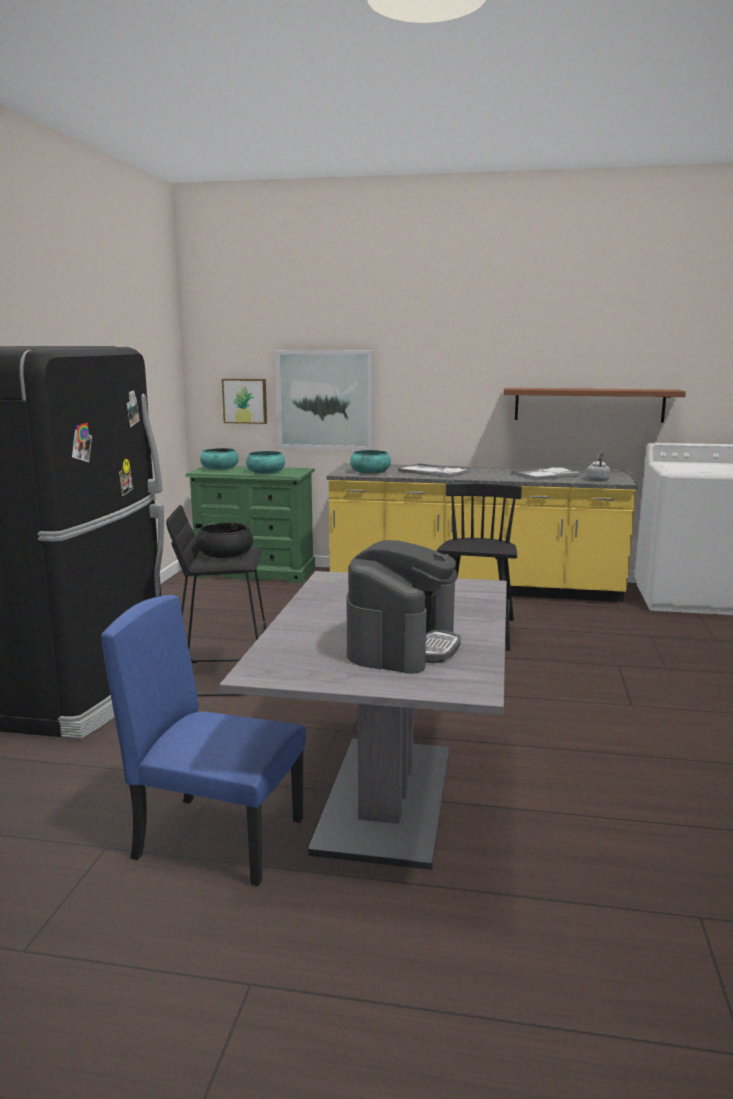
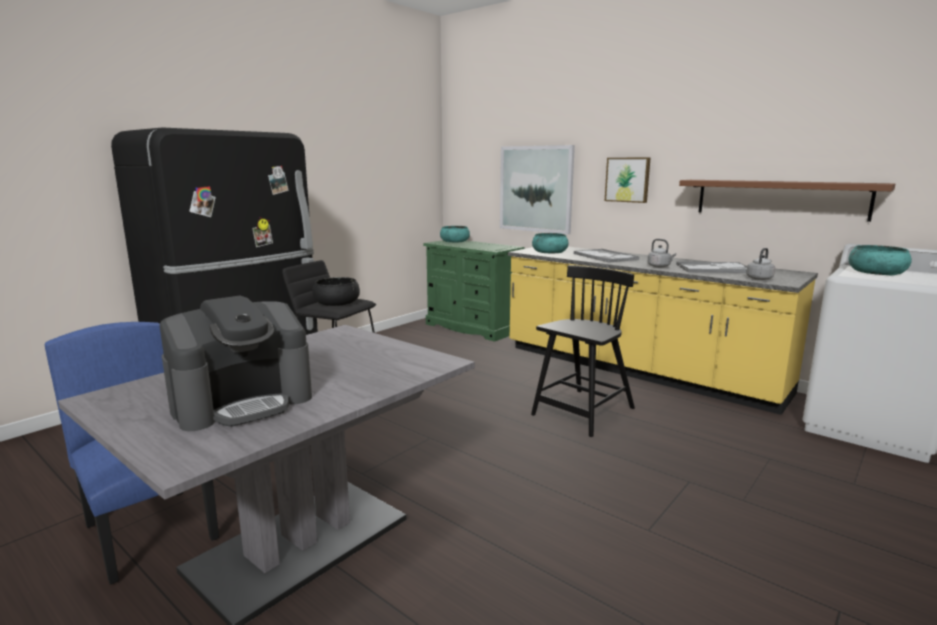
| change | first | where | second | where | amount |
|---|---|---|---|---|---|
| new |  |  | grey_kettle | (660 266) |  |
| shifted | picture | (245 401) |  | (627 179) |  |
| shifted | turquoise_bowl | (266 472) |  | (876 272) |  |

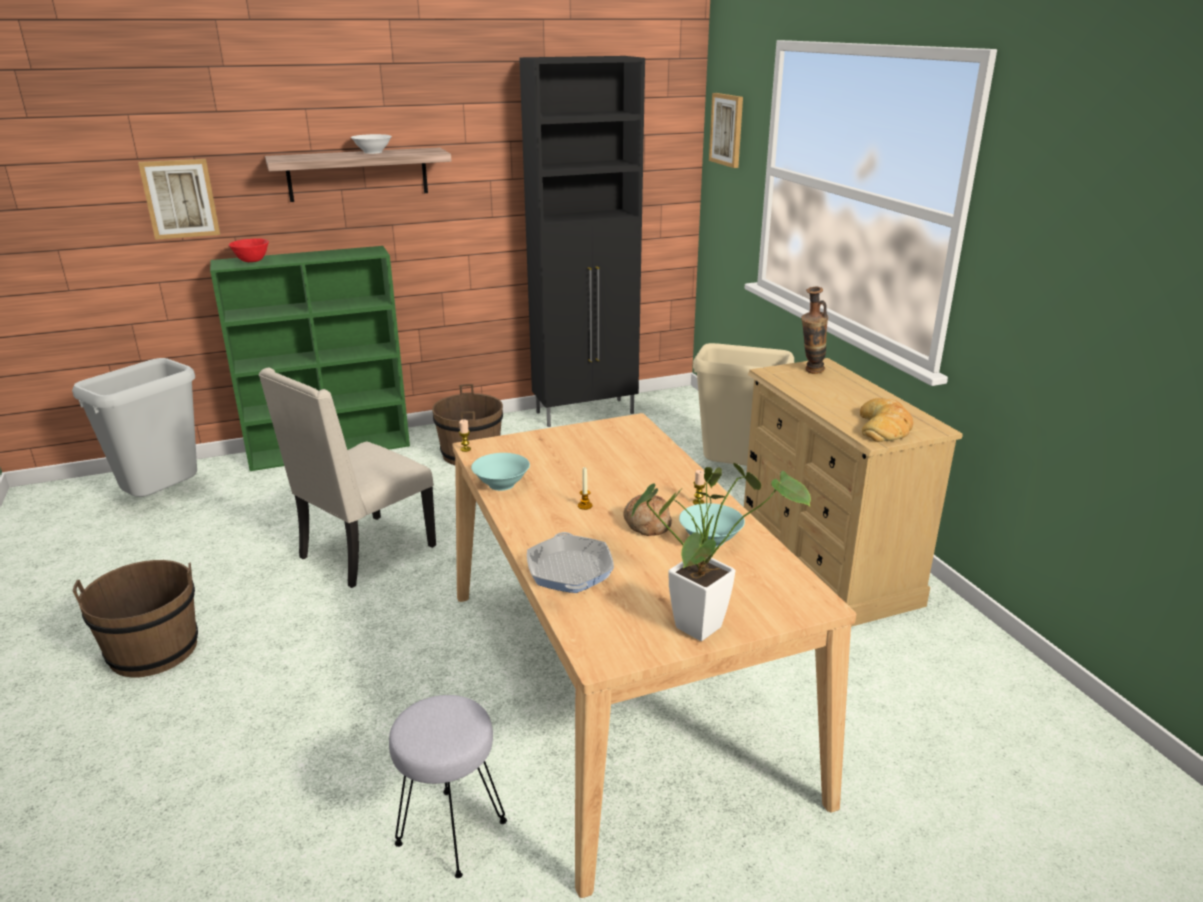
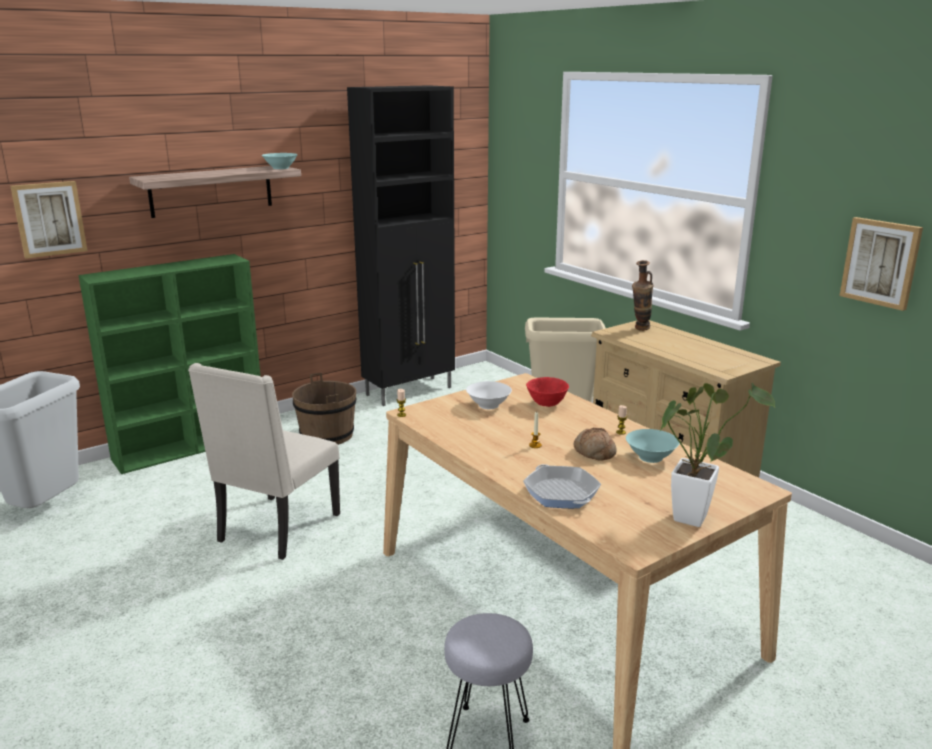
| change | first | where | second | where | amount |
|---|---|---|---|---|---|
| gone | brown_bucket | (153 650) |  |  |  |
| gone | bread | (884 427) |  |  |  |
| shifted | red_bowl | (251 261) |  | (546 404) |  |
| shifted | white_bowl | (372 152) |  | (488 405) |  |
| shifted | turquoise_bowl | (502 484) |  | (281 168) |  |
| shifted | picture | (727 130) |  | (880 262) |  |

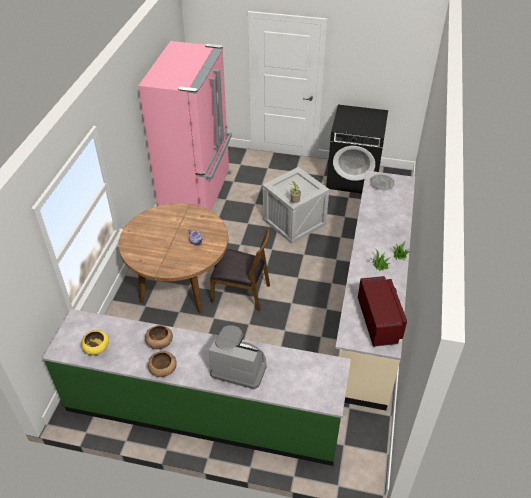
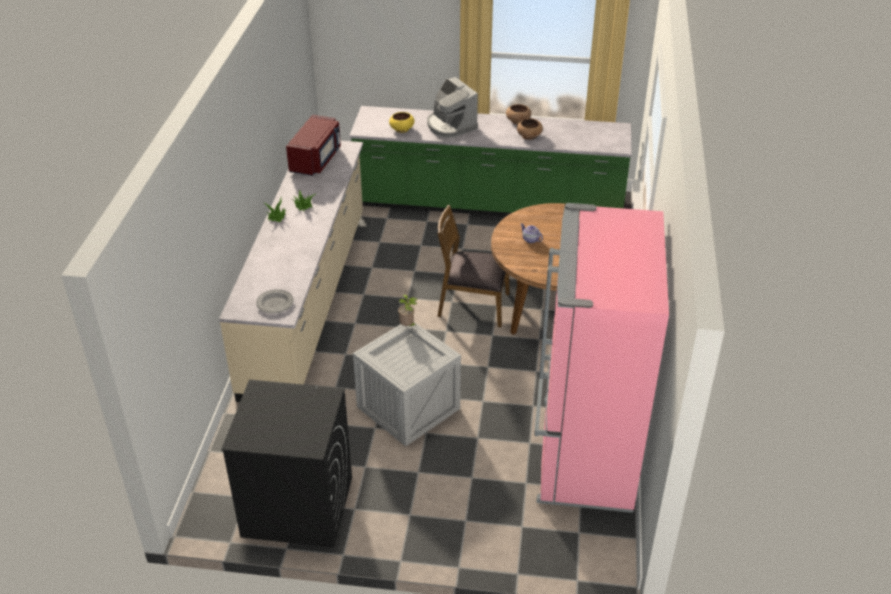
| change | first | where | second | where | amount |
|---|---|---|---|---|---|
| shifted | yellow_bowl | (97 348) |  | (401 129) |  |
| rotated | coffee_machine | (239 366) |  | (450 126) | 45 degrees clockwise |
| rotated | red_microwave | (379 321) |  | (316 160) | 150 degrees counterclockwise |

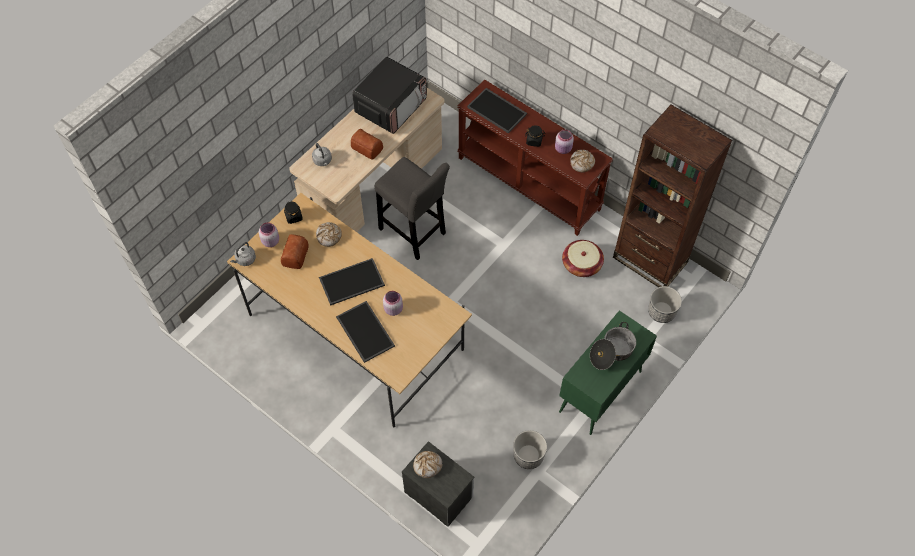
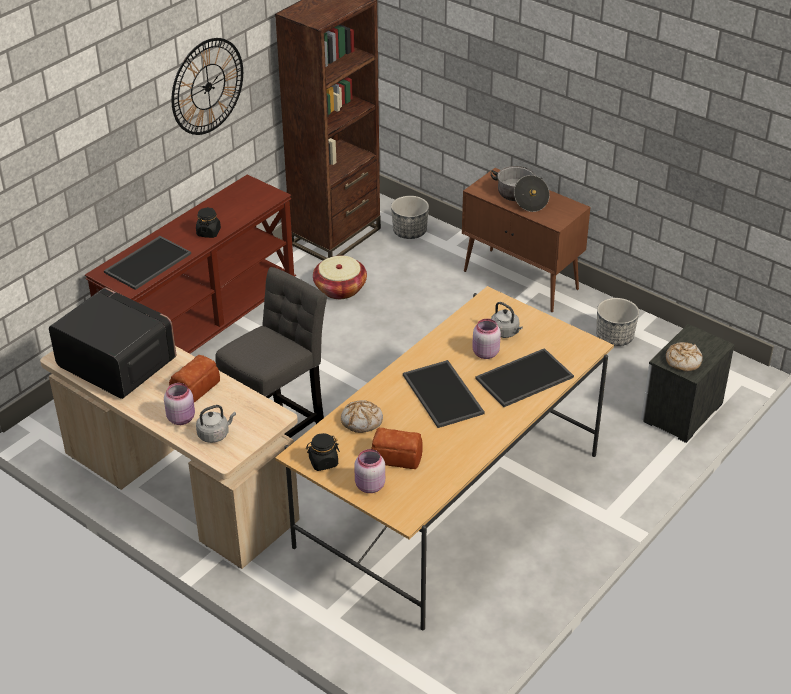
| change | first | where | second | where | amount |
|---|---|---|---|---|---|
| gone | bread | (582 163) |  |  |  |
| new |  |  | wall_clock | (207 86) |  |
| shifted | grey_kettle | (245 260) |  | (505 332) |  |
| shifted | pink_jar | (563 149) |  | (182 418) |  |
| repainted | green_cabinet | (600 392) | brown_cabinet | (521 280) |  |

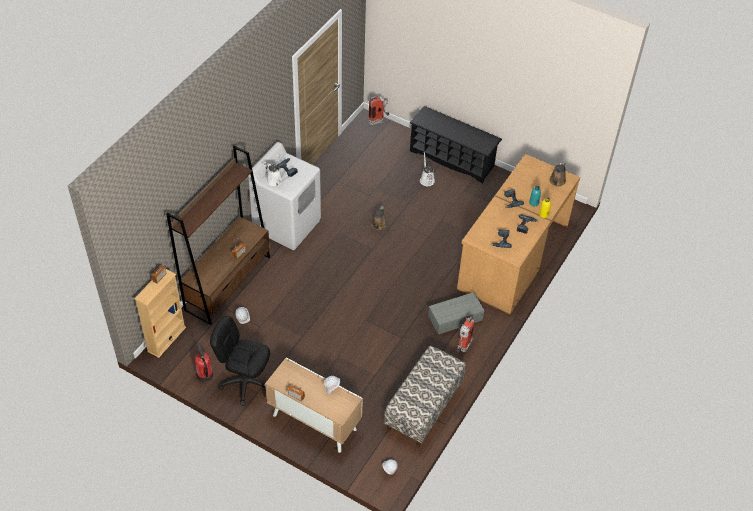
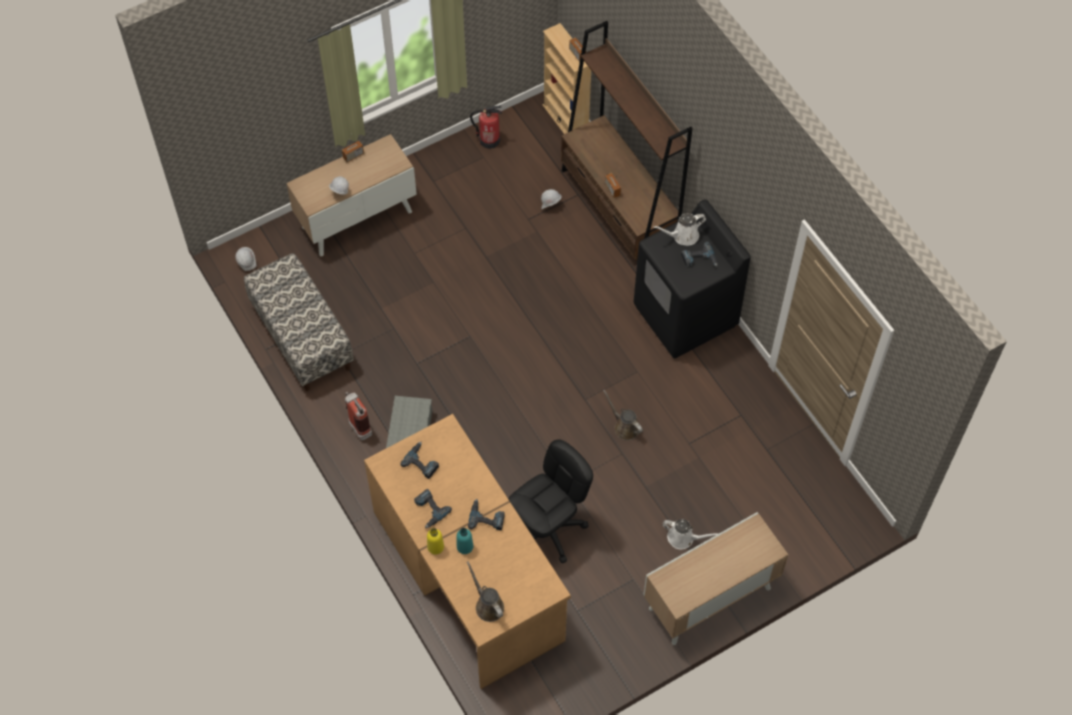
| change | first | where | second | where | amount |
|---|---|---|---|---|---|
| gone | fire_extinguisher | (378 121) |  |  |  |
| shifted | black_office_chair | (245 382) |  | (548 529) |  |
| swapped | black_shoe_rack | (452 159) | cabinet | (709 599) |  |
| repainted | white_washing_machine | (287 225) | black_washing_machine | (685 316) |  |

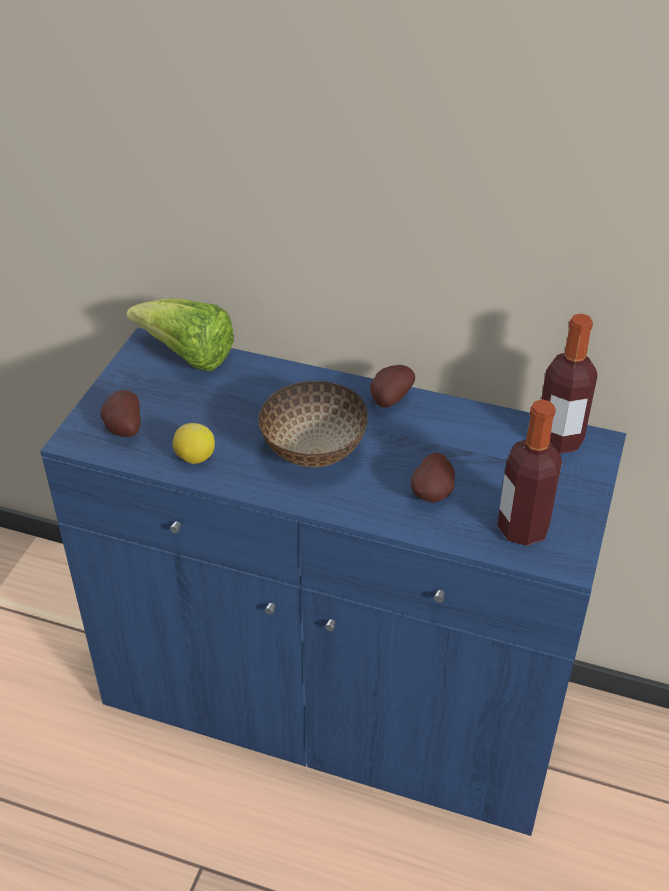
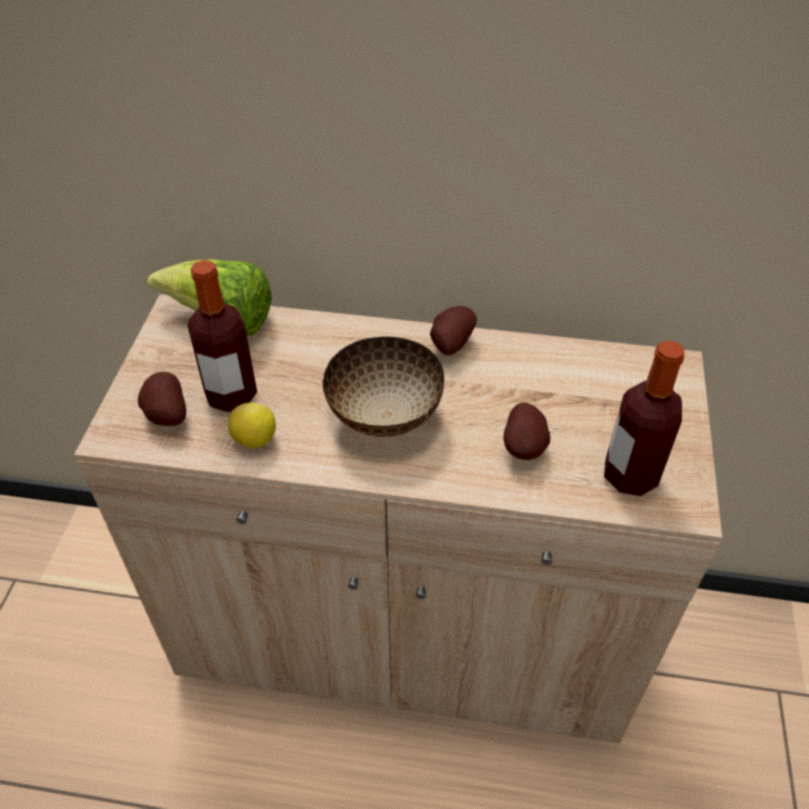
| change | first | where | second | where | amount |
|---|---|---|---|---|---|
| shifted | bottle | (559 440) |  | (231 395) |  |
| repainted | blue_cabinet | (335 701) | beige_cabinet | (404 633) |  |

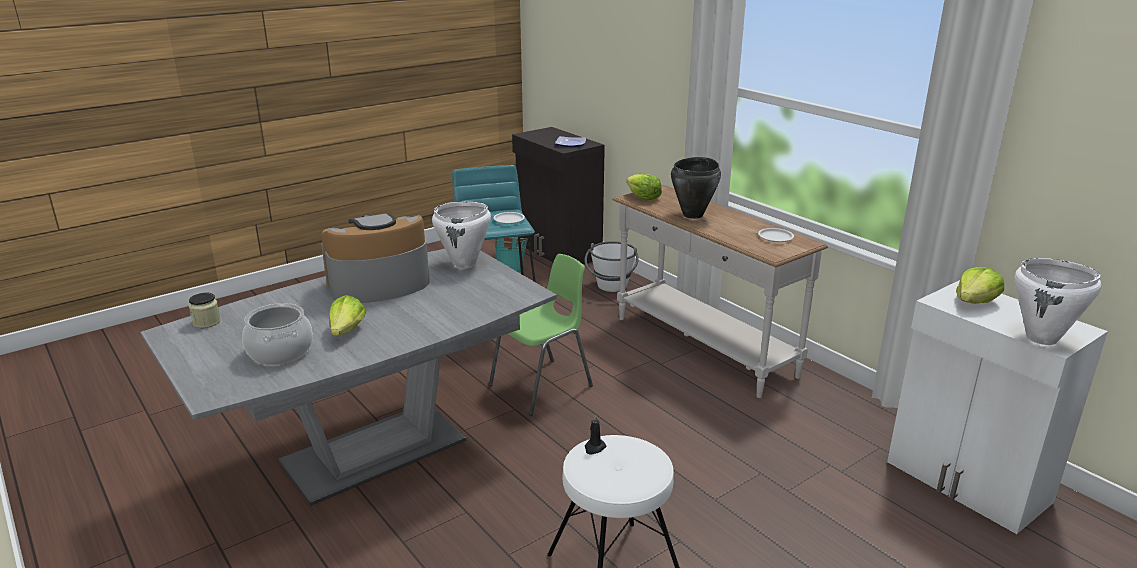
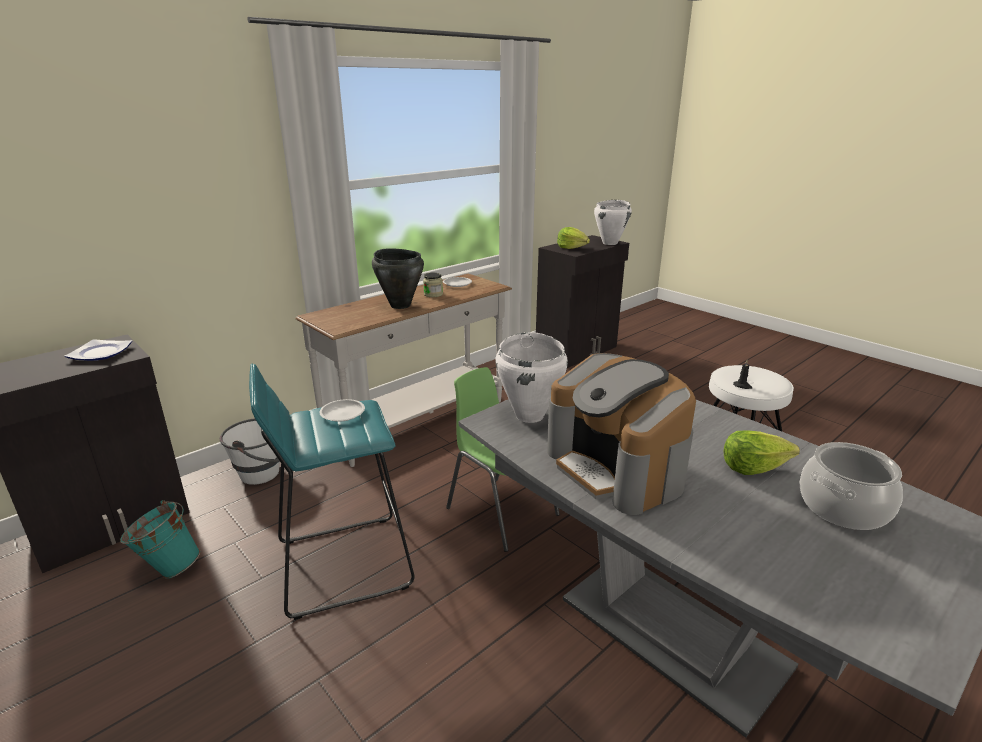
| change | first | where | second | where | amount |
|---|---|---|---|---|---|
| gone | lettuce | (643 197) |  |  |  |
| shifted | jar | (206 322) |  | (433 294) |  |
| repainted | white_cabinet | (967 483) | black_cabinet | (577 351) |  |

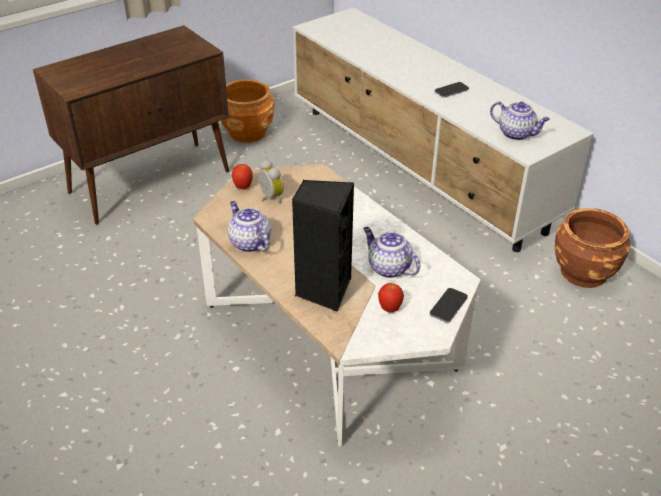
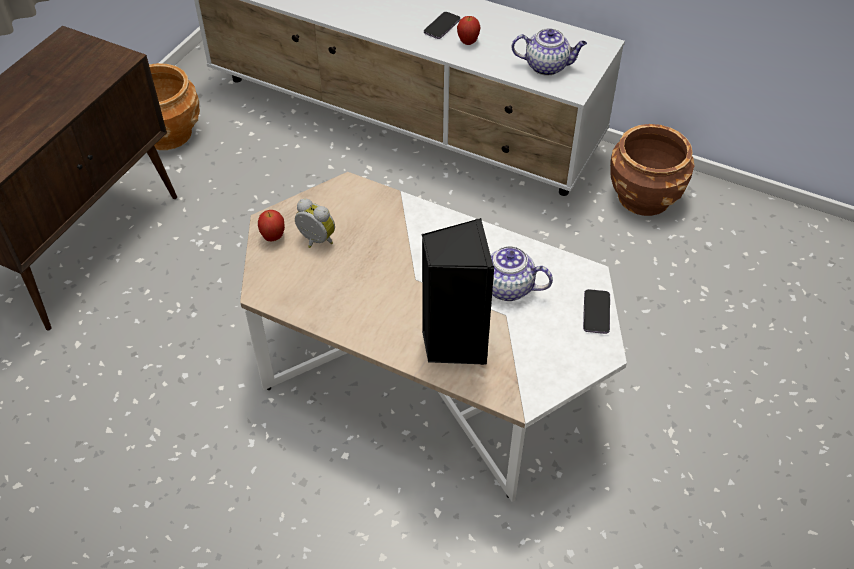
| change | first | where | second | where | amount |
|---|---|---|---|---|---|
| gone | teapot | (249 243) |  |  |  |
| shifted | apple | (389 309) |  | (468 42) |  |

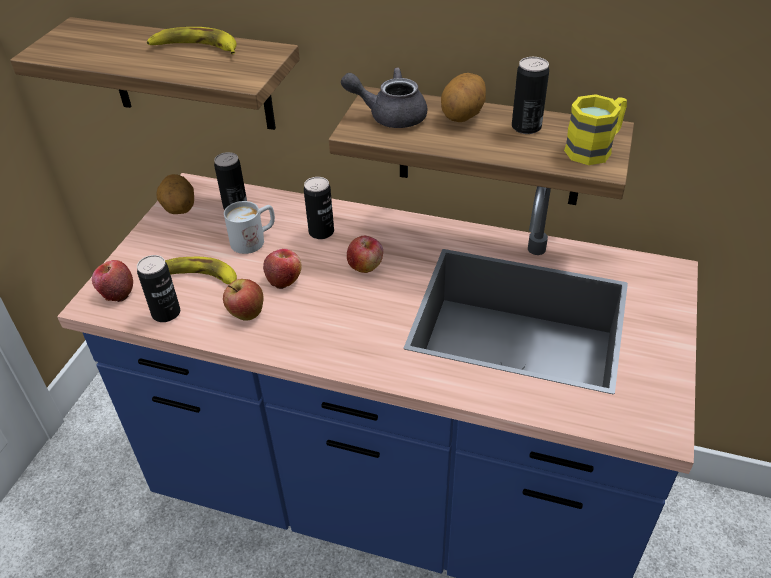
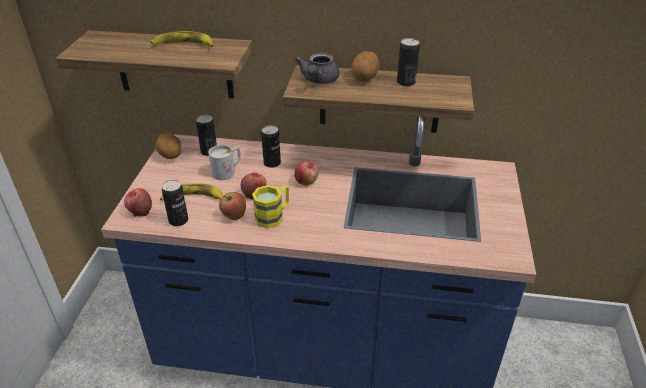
| change | first | where | second | where | amount |
|---|---|---|---|---|---|
| shifted | yellow_mug | (595 148) |  | (273 216) |  |
| rotated | grey_teapot | (390 115) |  | (318 80) | 75 degrees counterclockwise |

